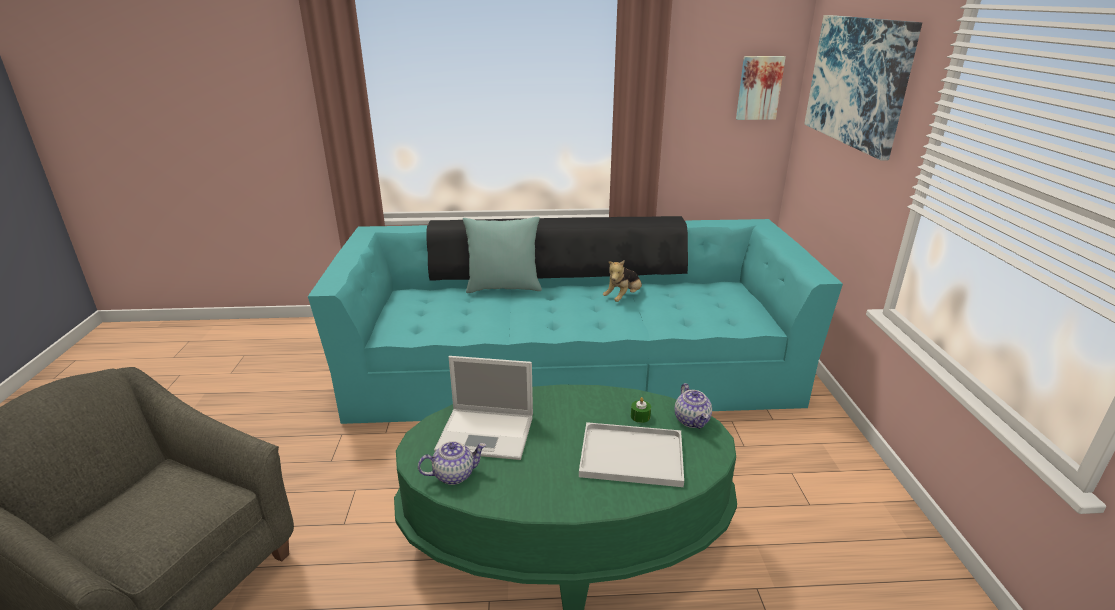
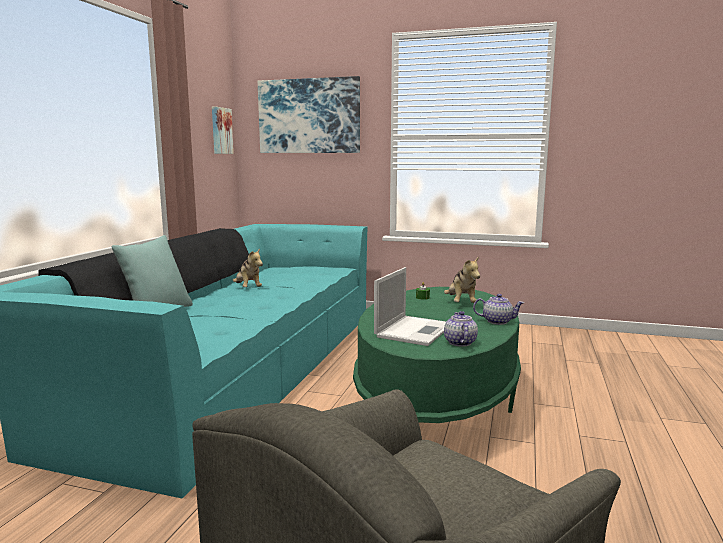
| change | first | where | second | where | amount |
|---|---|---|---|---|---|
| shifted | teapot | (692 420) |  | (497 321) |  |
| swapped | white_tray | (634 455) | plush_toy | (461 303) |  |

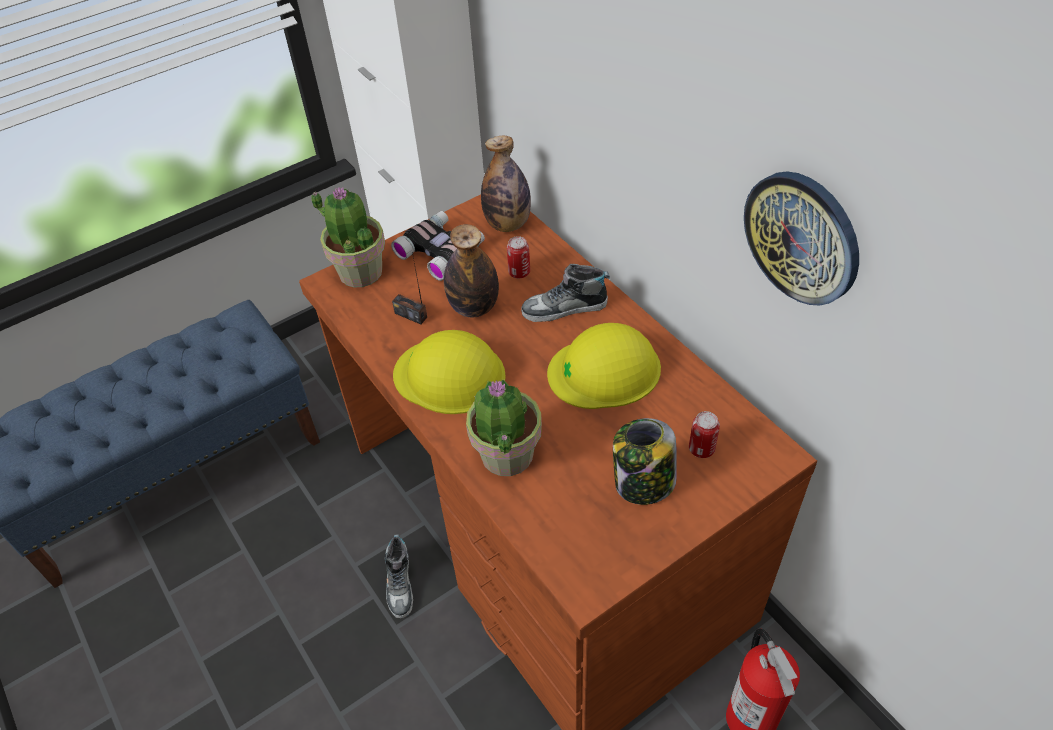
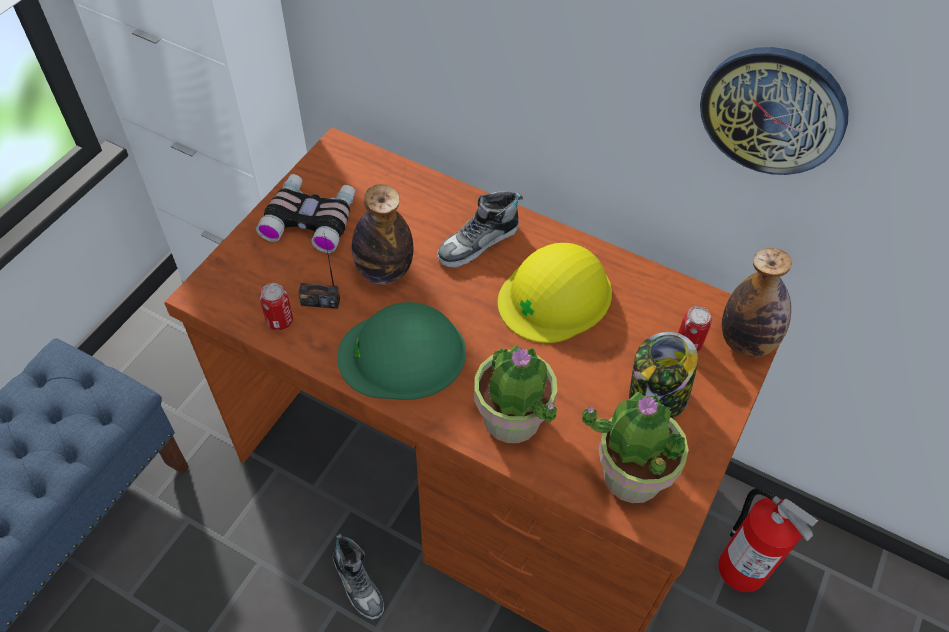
| change | first | where | second | where | amount |
|---|---|---|---|---|---|
| shifted | potted_plant | (360 271) |  | (631 474) |  |
| shifted | bottle | (507 224) |  | (746 342) |  |
| shifted | can | (519 272) |  | (280 321) |  |
| repainted | yellow_hard_hat | (450 375) | green_hard_hat | (403 354) |  |

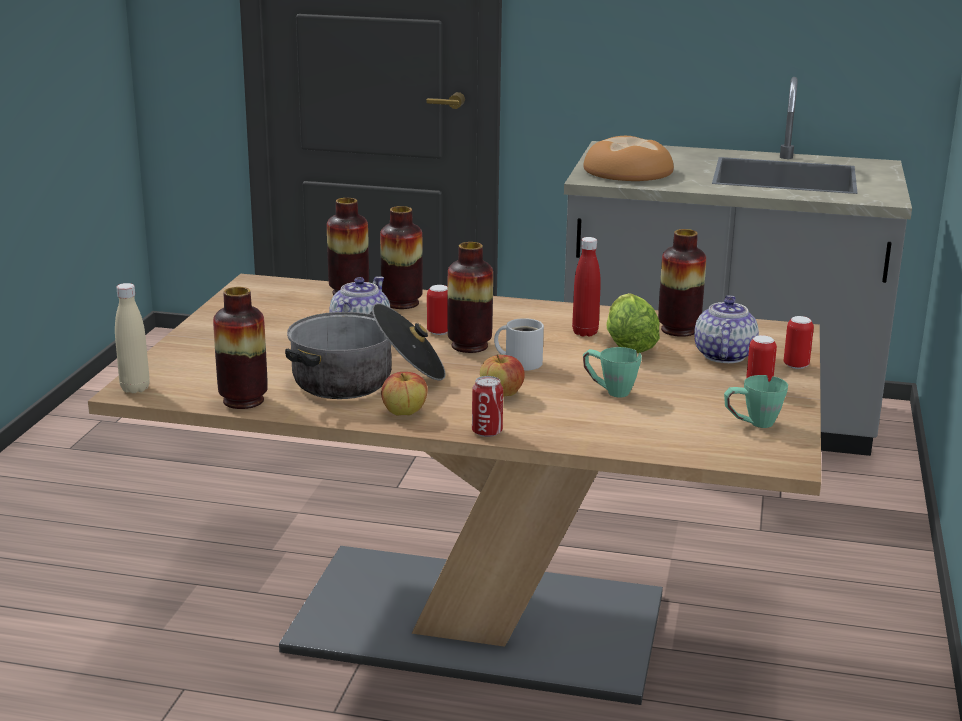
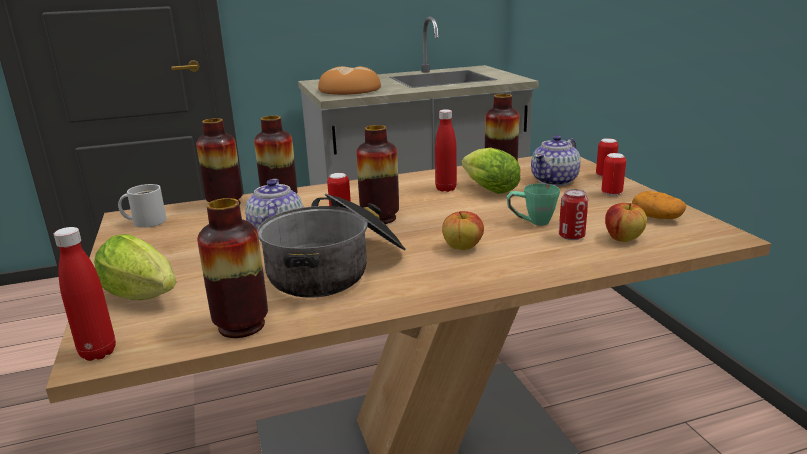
| change | first | where | second | where | amount |
|---|---|---|---|---|---|
| new |  |  | lettuce | (145 297) |  |
| shifted | apple | (404 412) |  | (623 238) |  |
| shifted | can | (487 432) |  | (571 236) |  |
| shifted | white_mug | (520 362) |  | (147 221) |  |
| swapped | green_mug | (752 424) | potato | (656 217) |  |
| repainted | beige_bottle | (135 388) | red_bottle | (98 352) |  |
| rotated | teapot | (723 356) |  | (555 181) | 120 degrees counterclockwise |

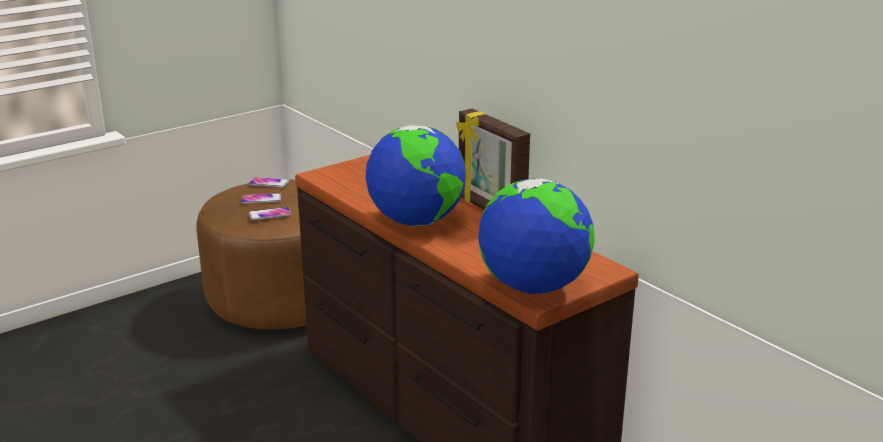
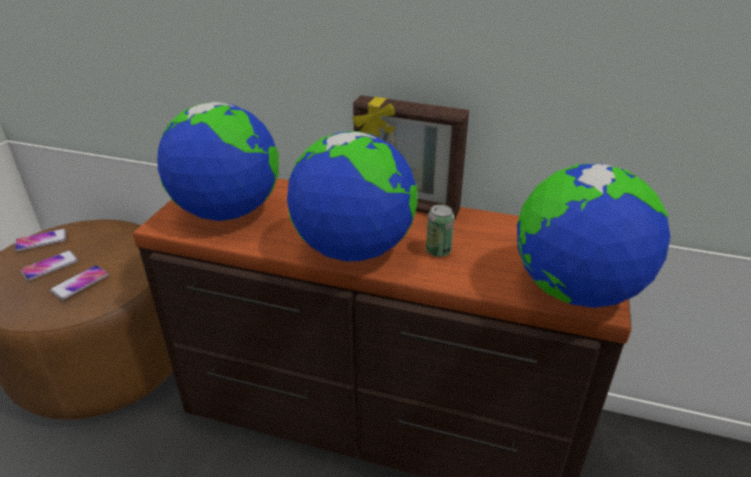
| change | first | where | second | where | amount |
|---|---|---|---|---|---|
| new |  |  | globe | (227 212) |  |
| new |  |  | can | (438 251) |  |

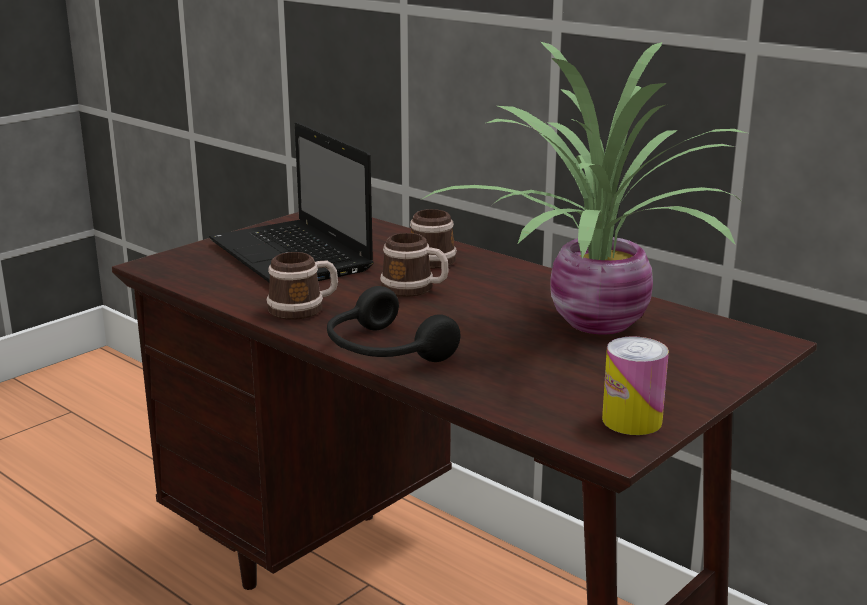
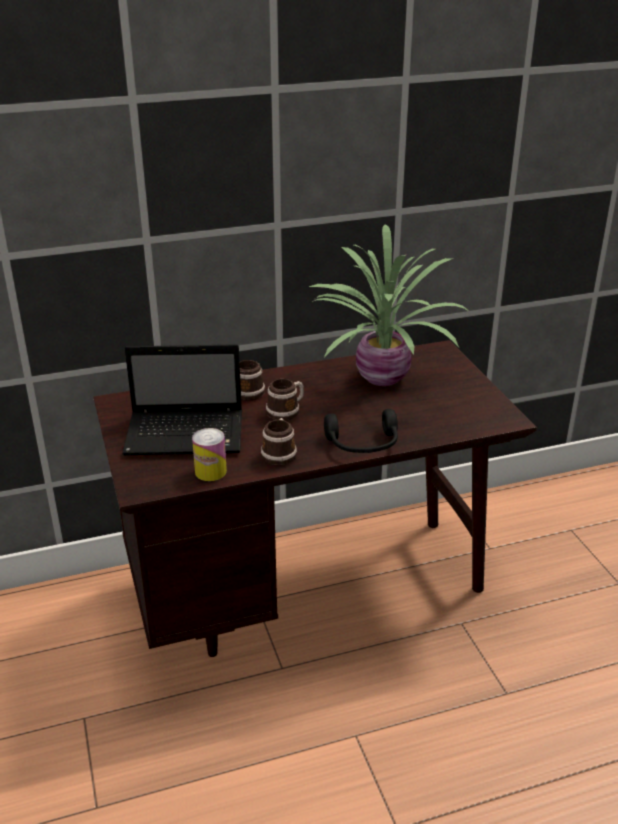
| change | first | where | second | where | amount |
|---|---|---|---|---|---|
| shifted | can | (632 420) |  | (210 471) |  |

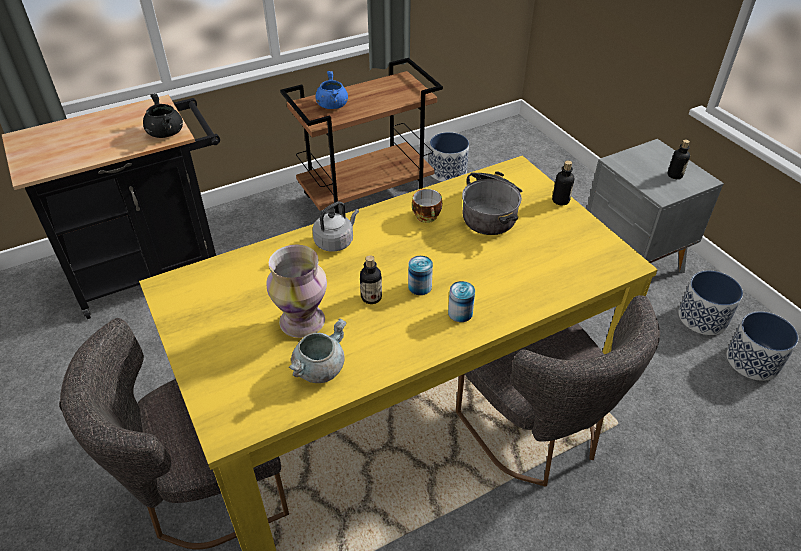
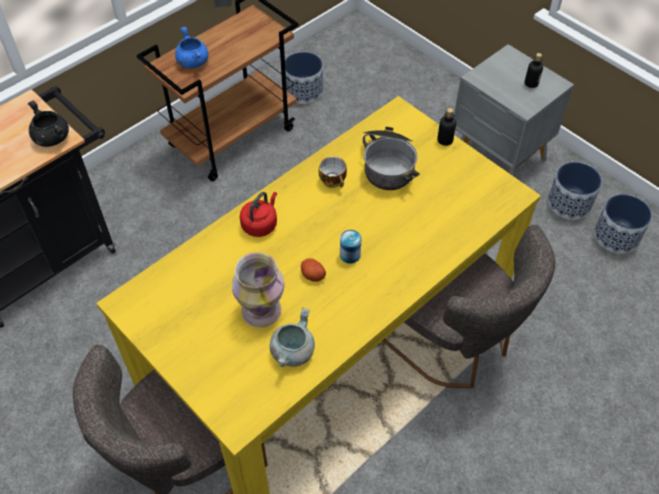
| change | first | where | second | where | amount |
|---|---|---|---|---|---|
| gone | can | (460 313) |  |  |  |
| swapped | bottle | (371 297) | potato | (312 274) |  |
| repainted | grey_kettle | (336 241) | red_kettle | (260 224) |  |

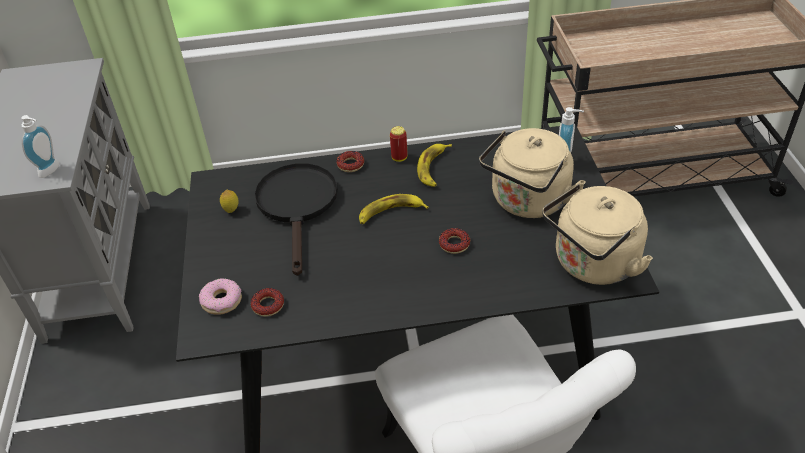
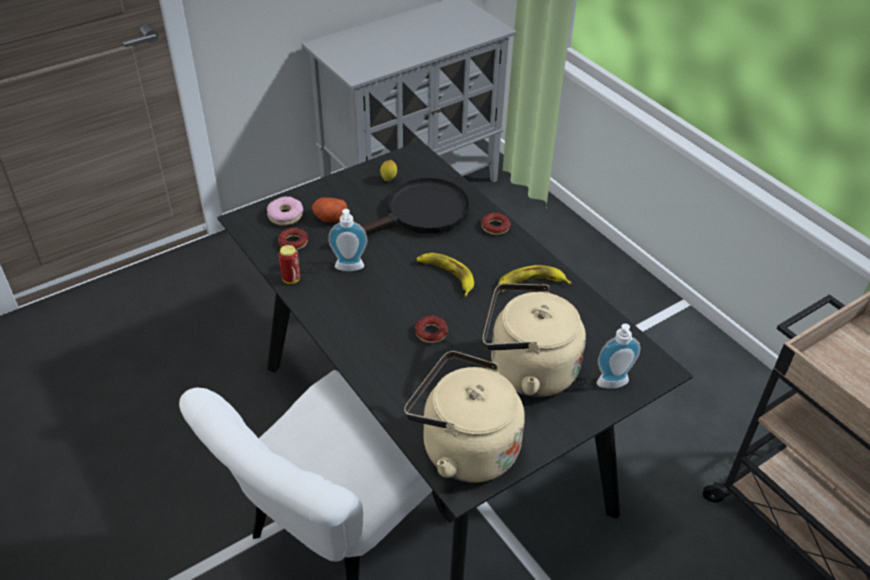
| change | first | where | second | where | amount |
|---|---|---|---|---|---|
| new |  |  | potato | (329 218) |  |
| shifted | soap_dispenser | (51 171) |  | (349 269) |  |
| shifted | can | (399 158) |  | (291 279) |  |

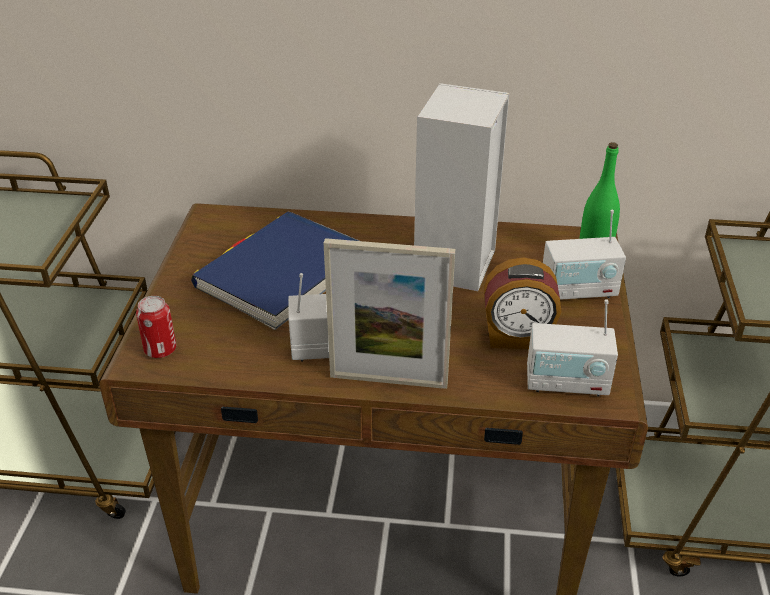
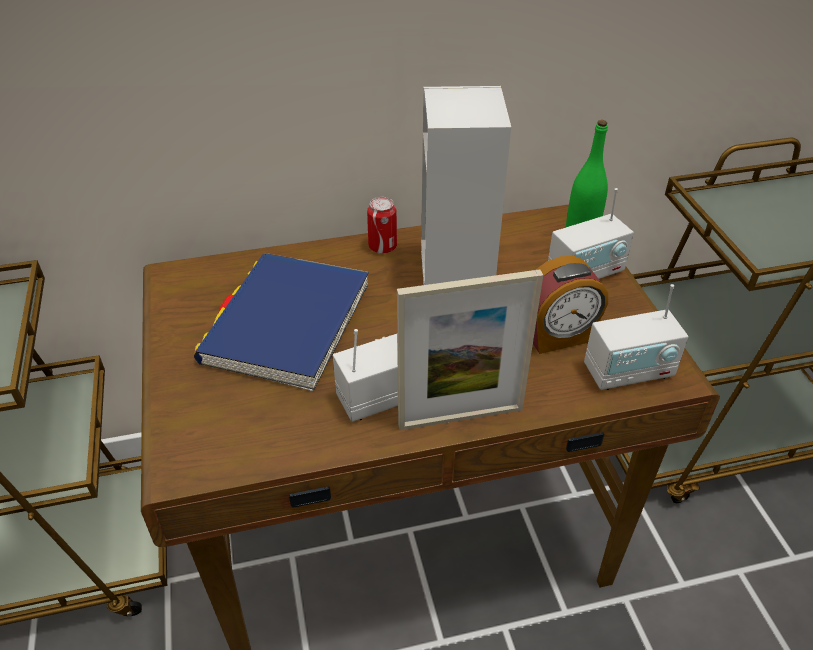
| change | first | where | second | where | amount |
|---|---|---|---|---|---|
| shifted | can | (160 350) |  | (382 247) |  |

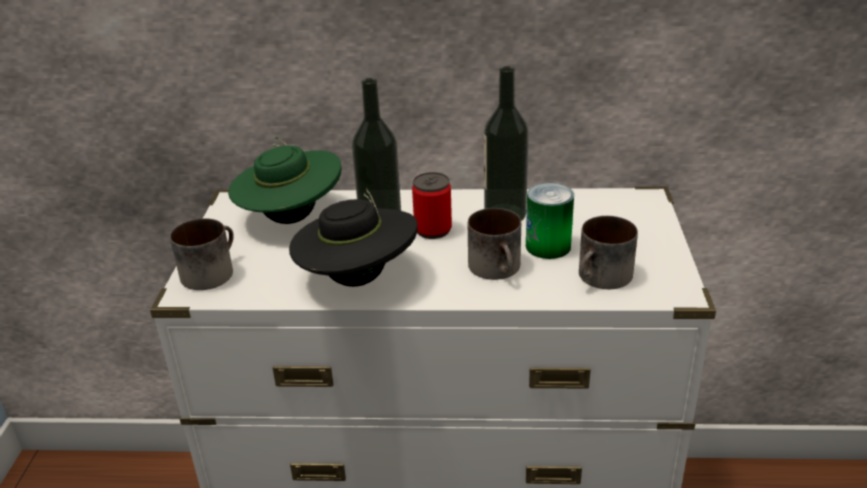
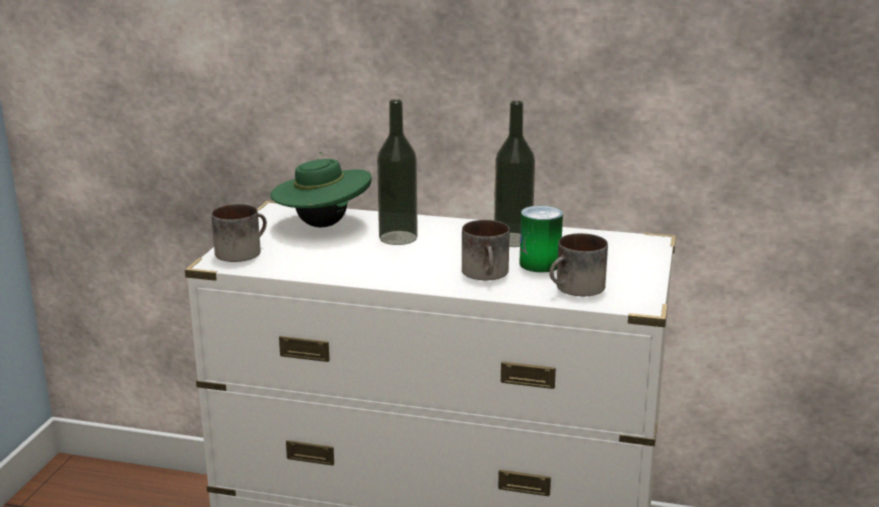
| change | first | where | second | where | amount |
|---|---|---|---|---|---|
| gone | black_hat | (357 278) |  |  |  |
| gone | can | (433 230) |  |  |  |

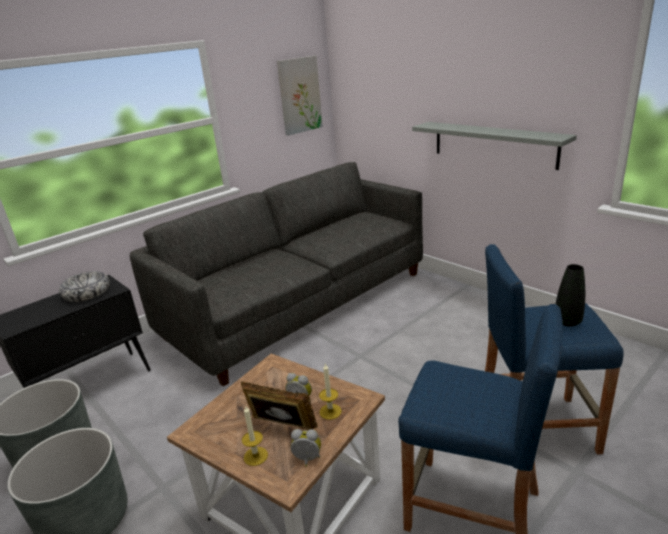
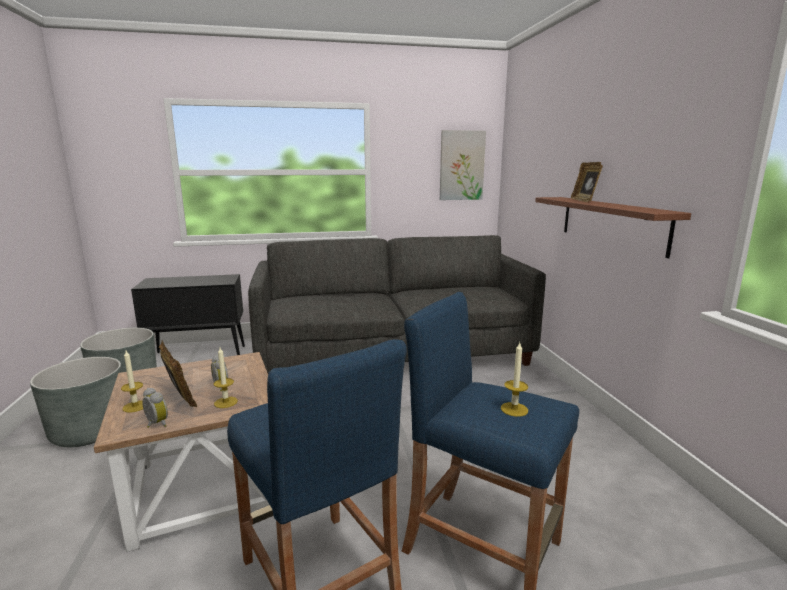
| change | first | where | second | where | amount |
|---|---|---|---|---|---|
| gone | bowl | (87 293) |  |  |  |
| new |  |  | picture_frame | (584 201) |  |
| swapped | black_vase | (567 322) | candle | (514 409) |  |
| repainted | grey_shelf | (493 144) | brown_shelf | (611 223) |  |

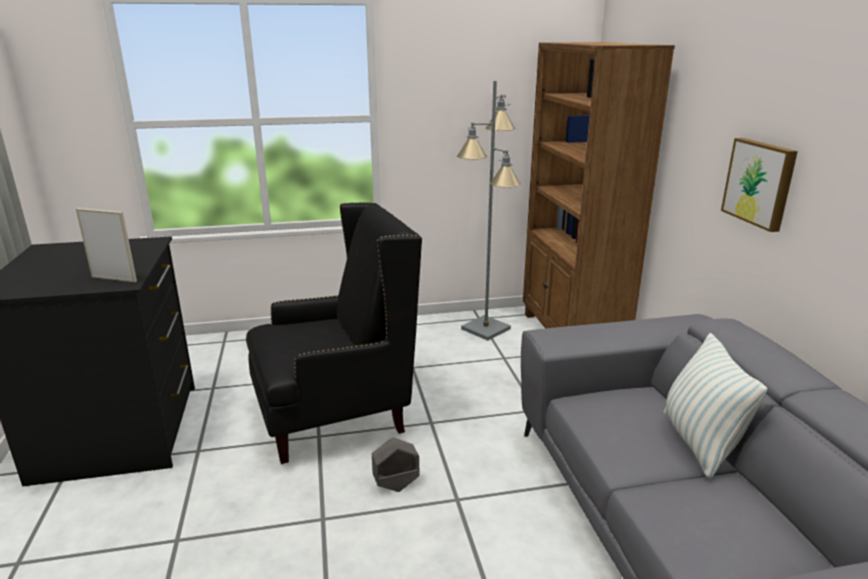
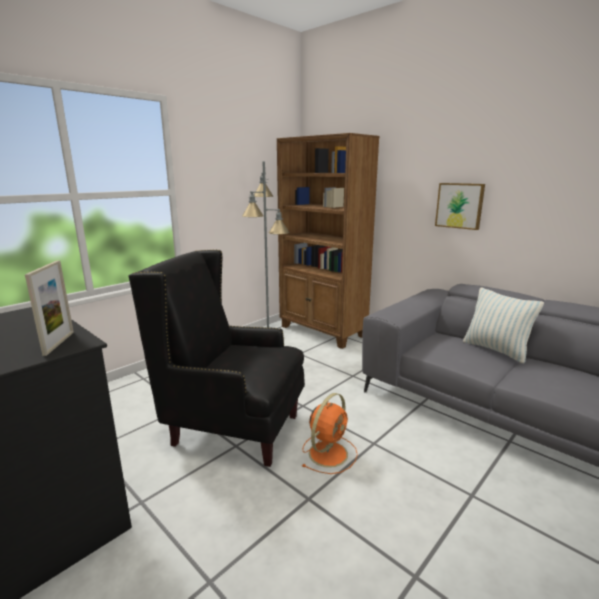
| change | first | where | second | where | amount |
|---|---|---|---|---|---|
| swapped | grey_planter | (396 485) | orange_fan | (329 452) |  |
| rotated | picture_frame | (114 279) |  | (59 343) | 105 degrees clockwise |
| rotated | black_armchair | (335 419) |  | (234 429) | 105 degrees counterclockwise |

